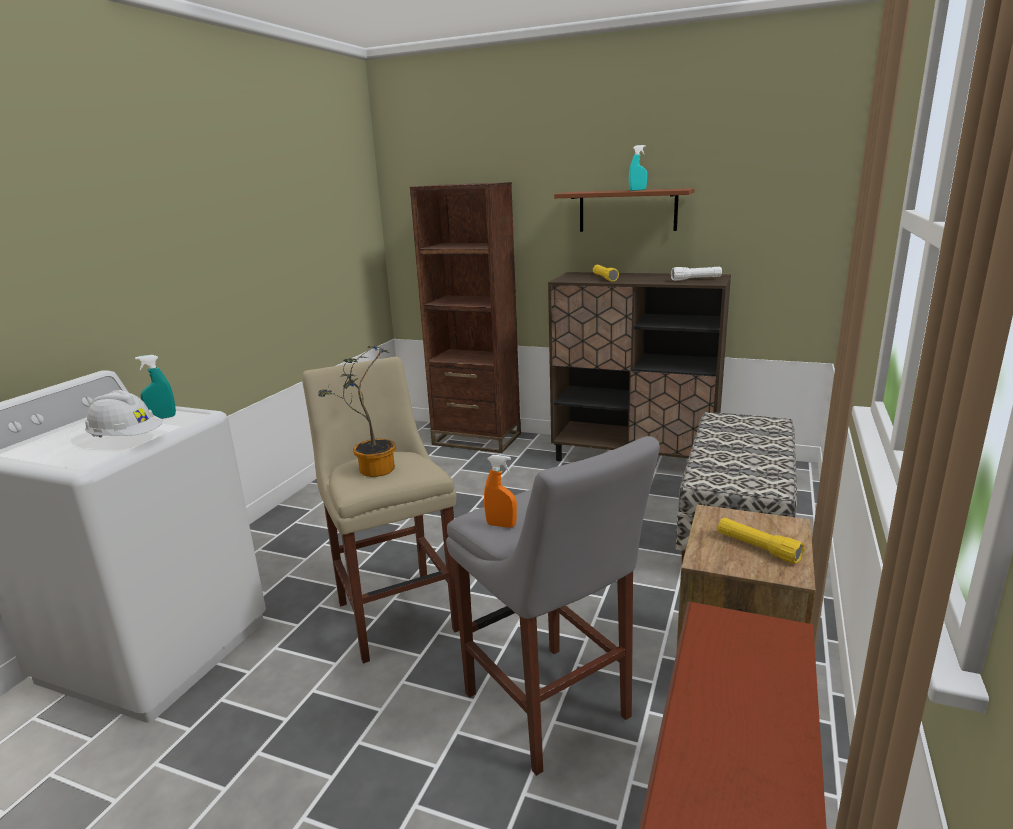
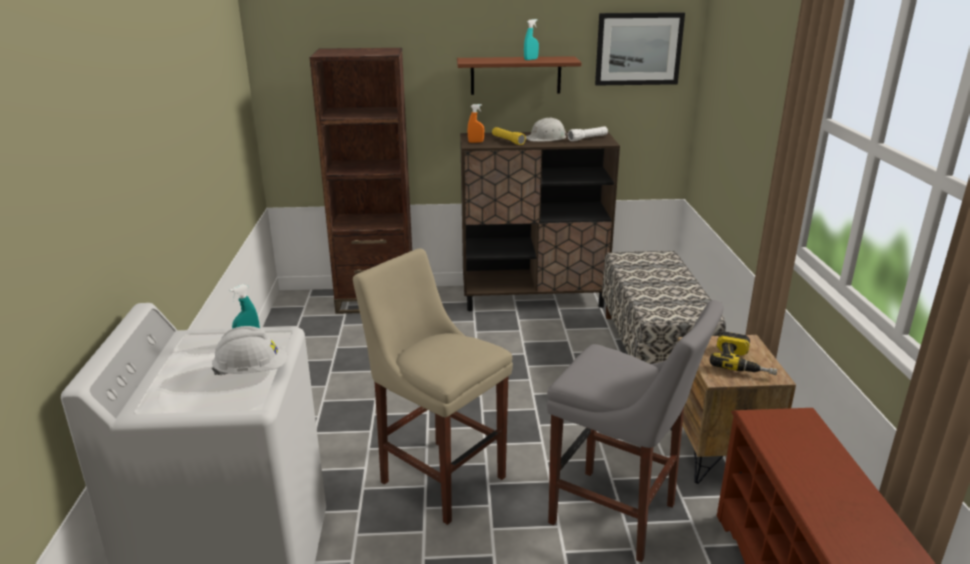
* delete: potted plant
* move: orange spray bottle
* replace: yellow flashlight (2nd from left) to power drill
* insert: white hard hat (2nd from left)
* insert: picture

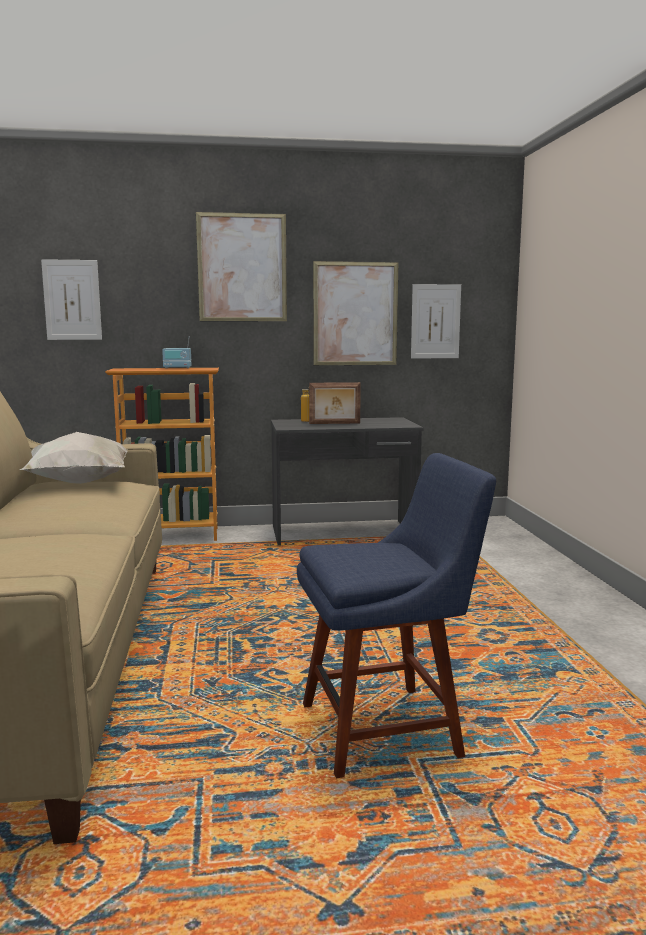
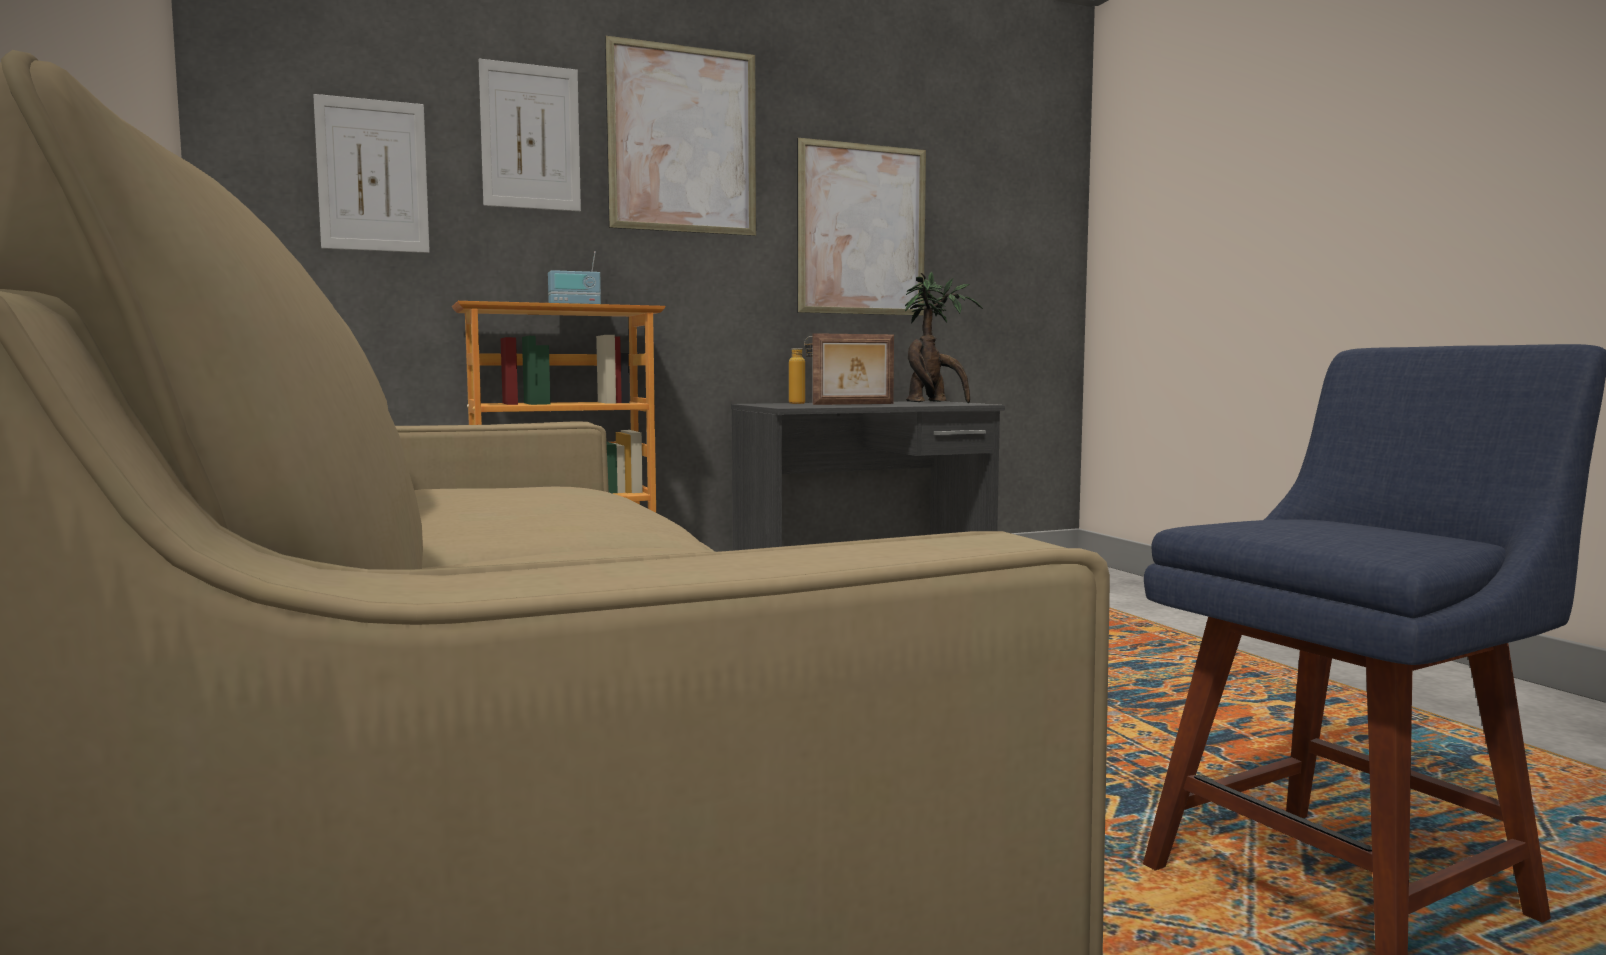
* delete: white pillow
* move: picture (4th from left in the first image) to picture (2nd from left)
* insert: potted plant

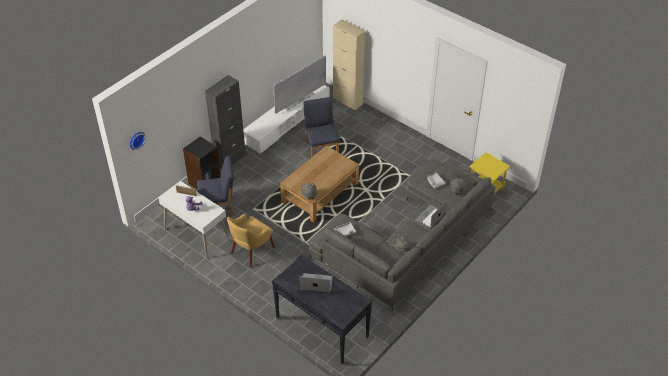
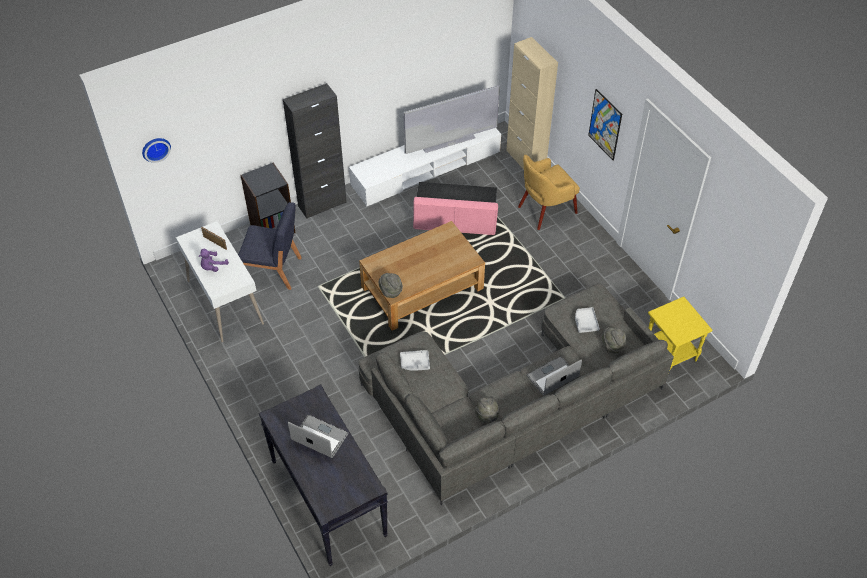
* move: yellow armchair
* replace: blue chair (2nd from left) to pink ottoman
* insert: picture

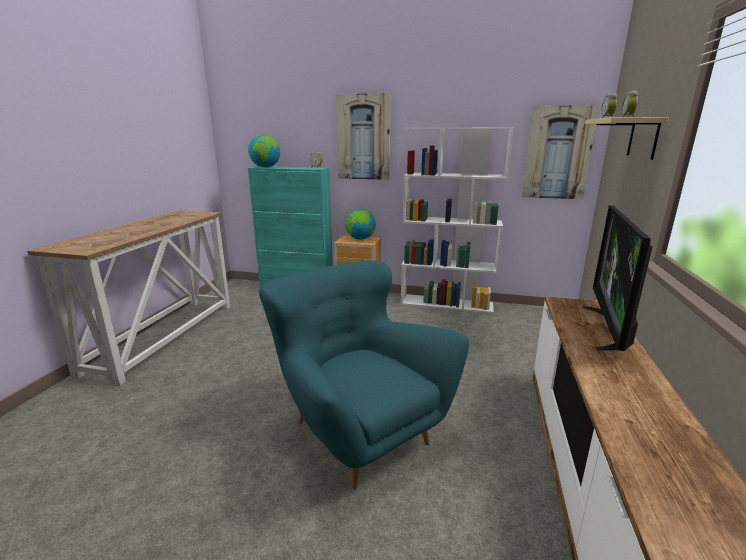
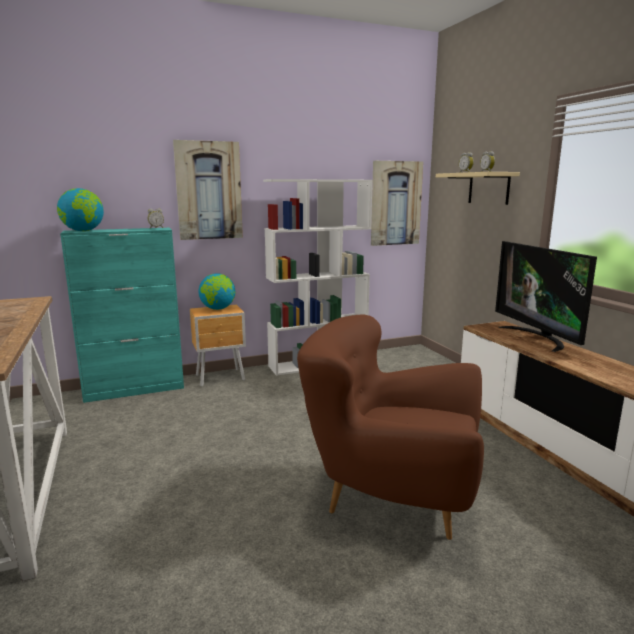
* recolor: turquoise armchair to brown armchair

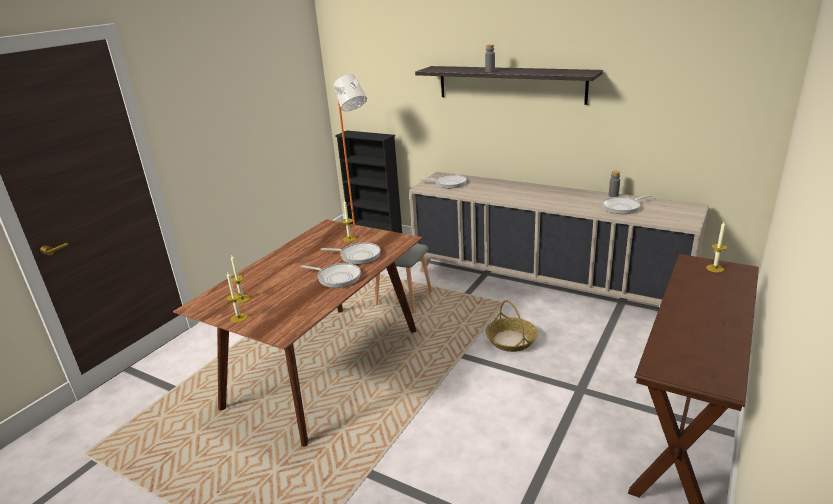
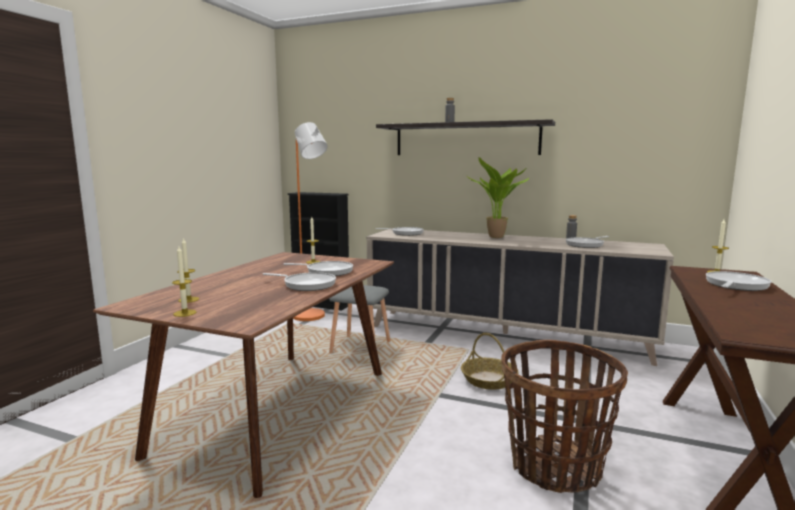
* insert: potted plant
* insert: basket (2nd from left)
* insert: frying pan (5th from left)

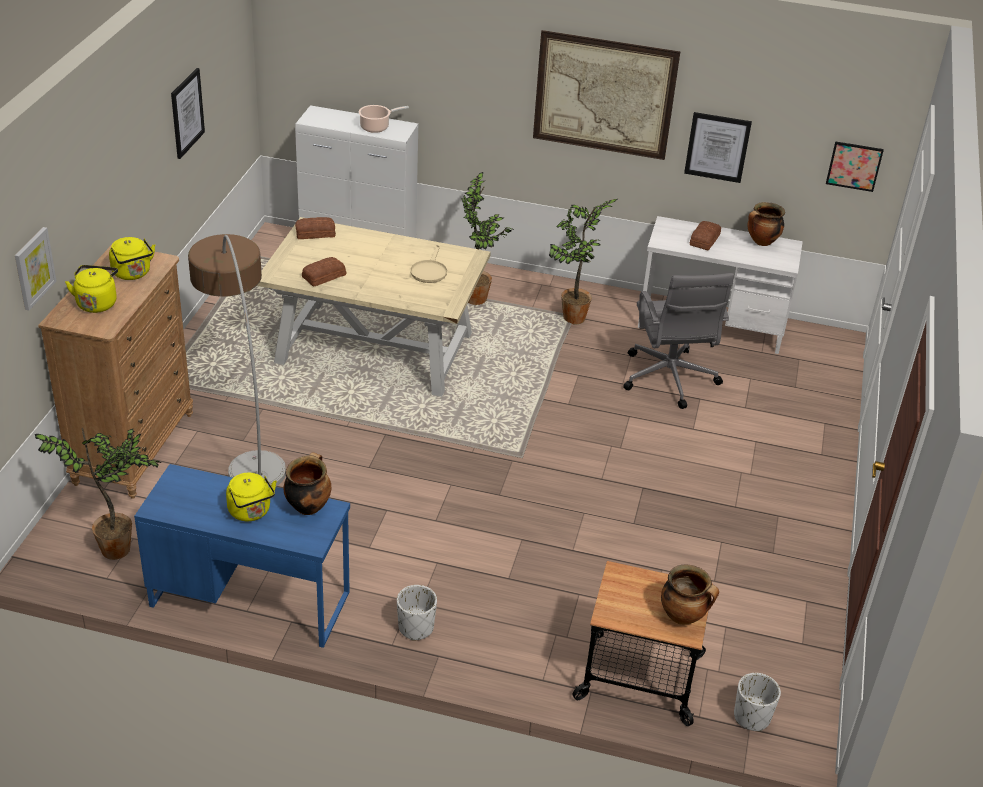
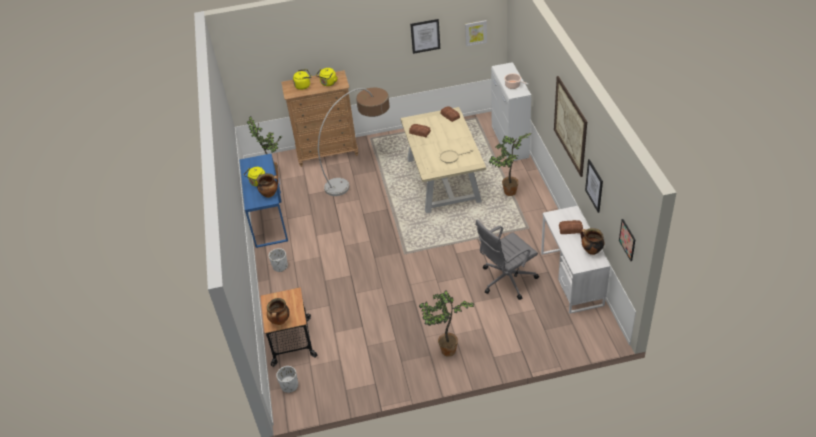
* move: picture (1st from left in the first image) to picture (2nd from left)
* move: potted plant (3rd from left in the first image) to potted plant (2nd from left)

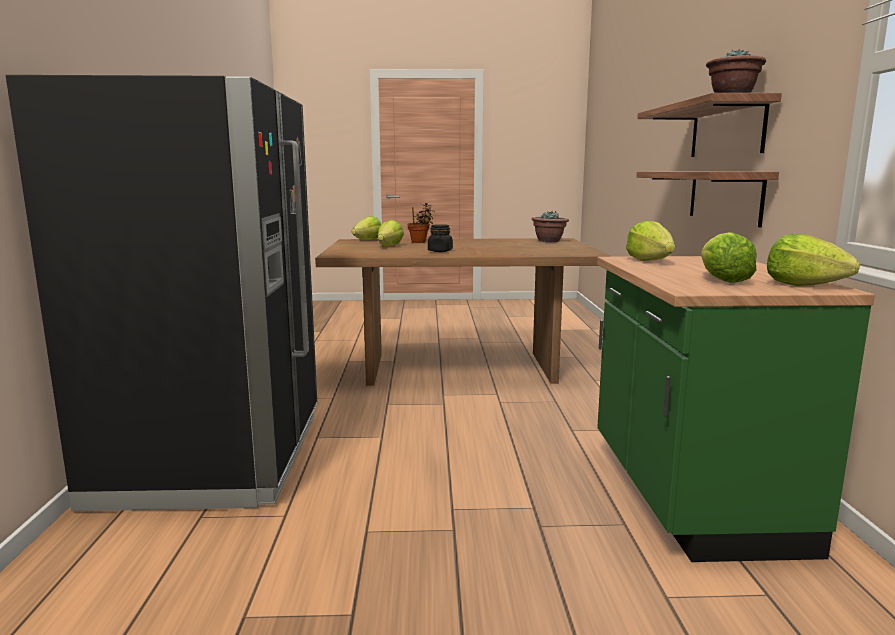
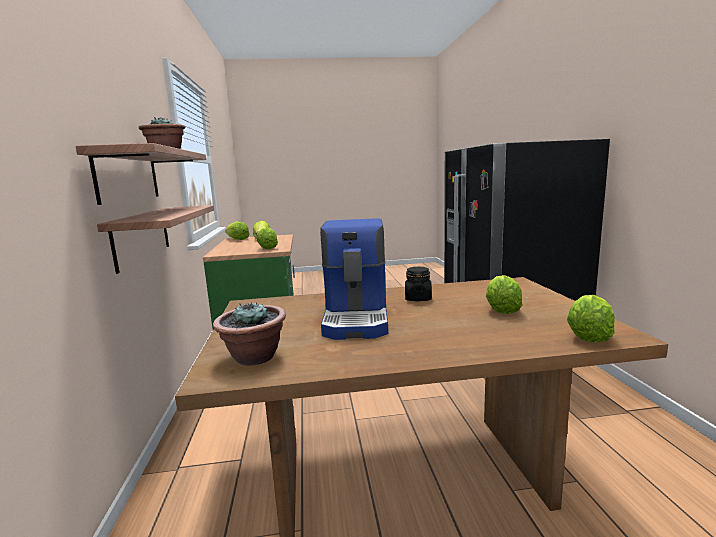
* delete: potted plant (1st from left)
* insert: coffee machine

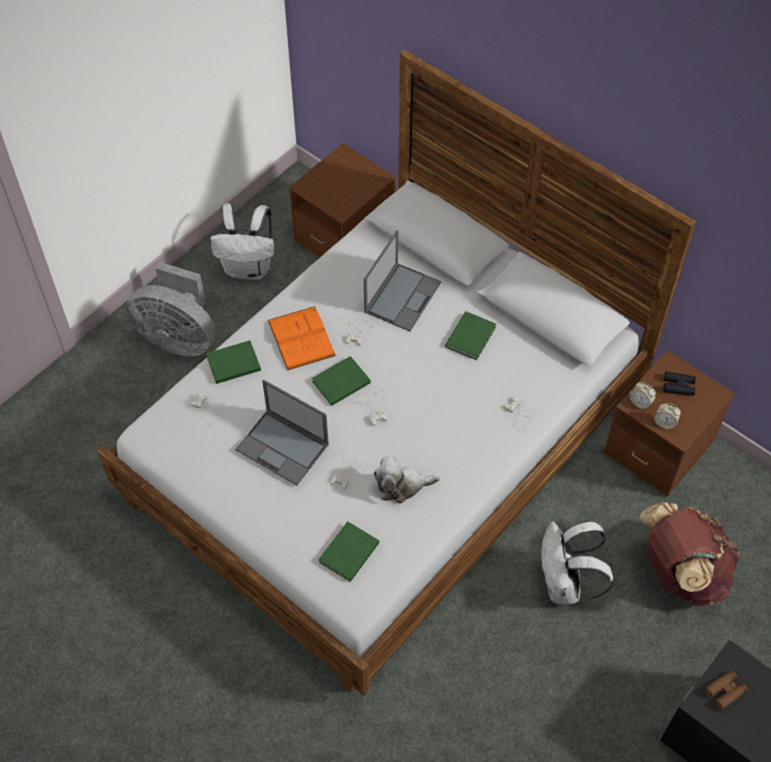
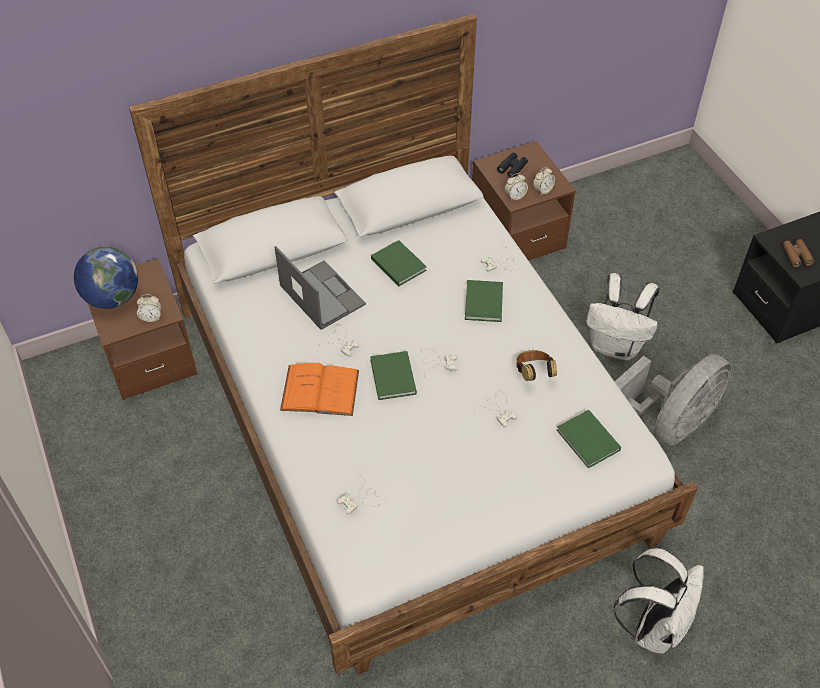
* move: grey fan
* move: green book (1st from left in the first image) to green book (3rd from left)
* move: white backpack (1st from left in the first image) to white backpack (2nd from left)
* delete: laptop (1st from left)
* replace: plush toy to headphones
* delete: brown backpack
* insert: globe
* insert: alarm clock (1st from left)

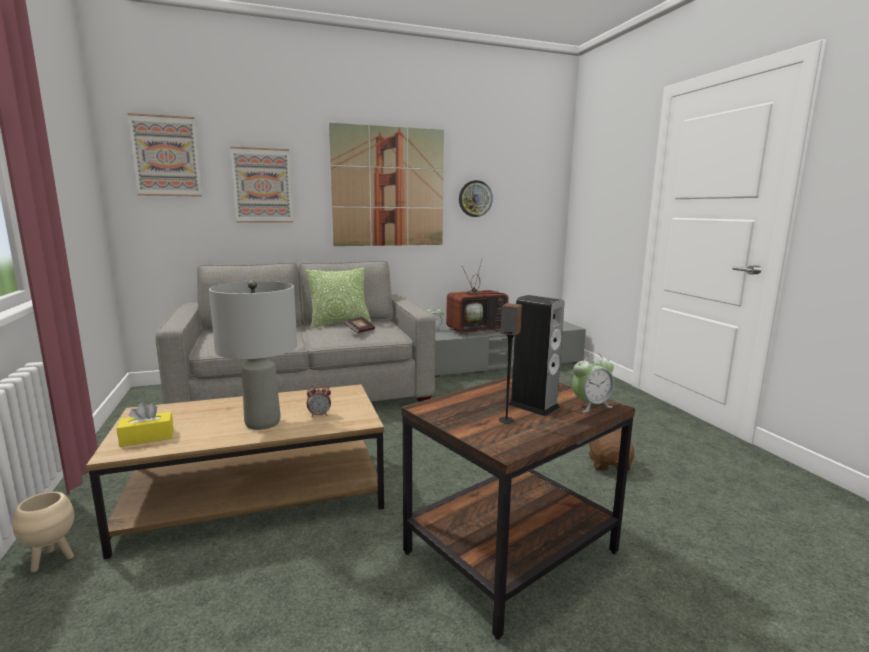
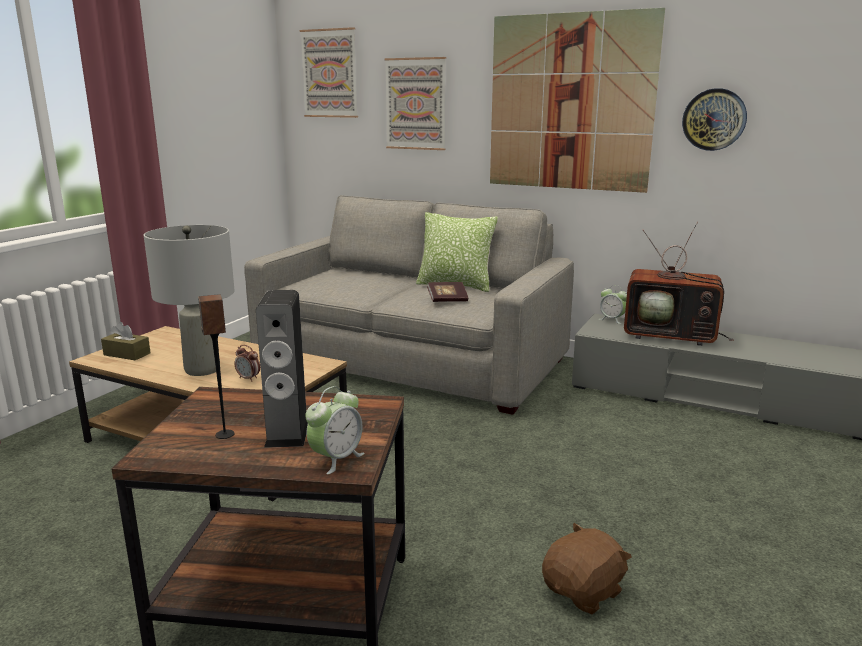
* delete: beige planter
* recolor: yellow tissue box to brown tissue box
* rotate: alarm clock (3rd from left in the first image) 75 degrees counterclockwise

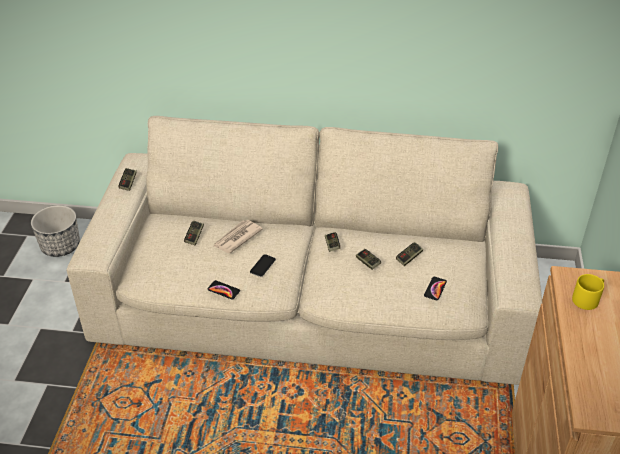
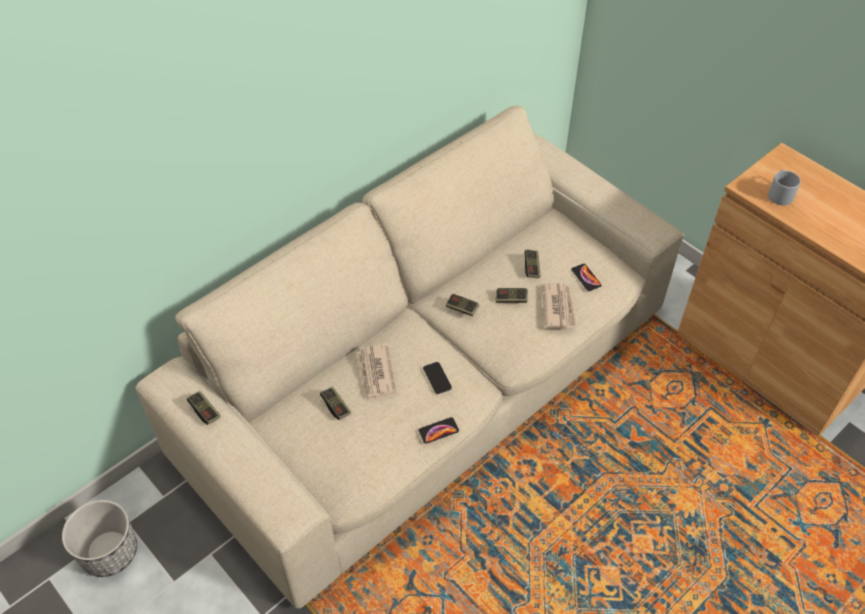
* recolor: yellow mug to grey mug
* insert: newspaper (2nd from left)

